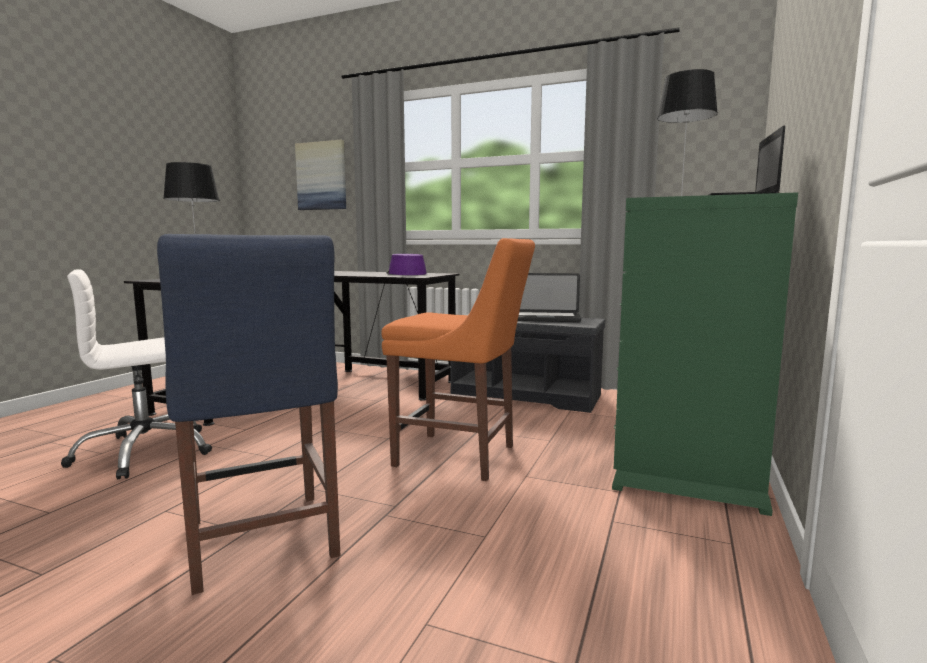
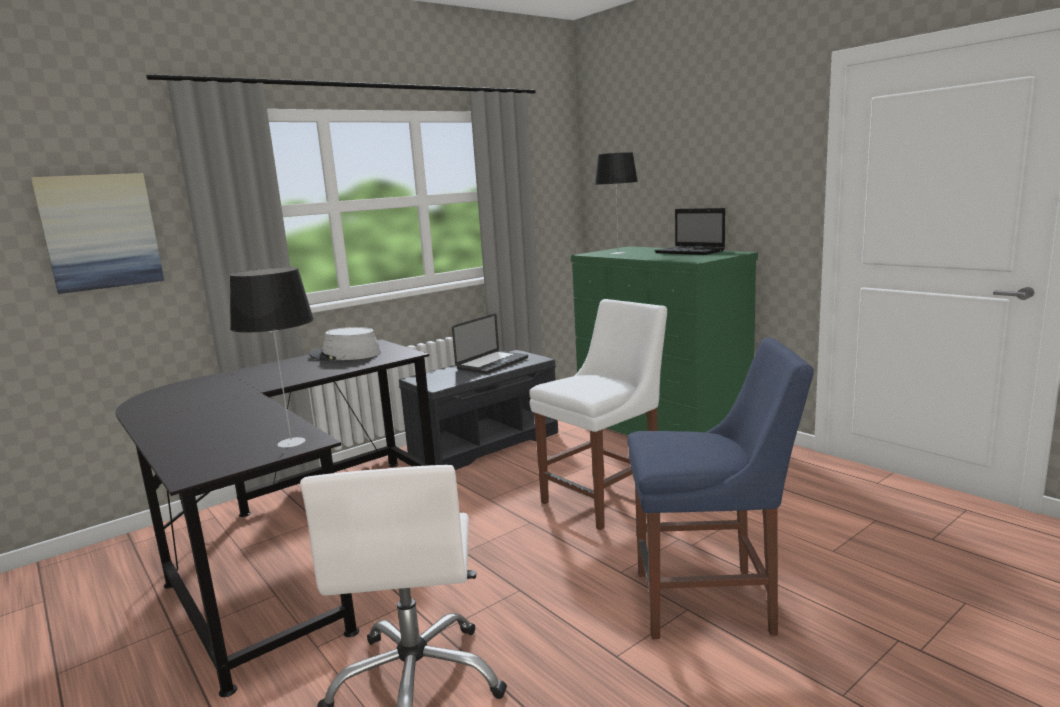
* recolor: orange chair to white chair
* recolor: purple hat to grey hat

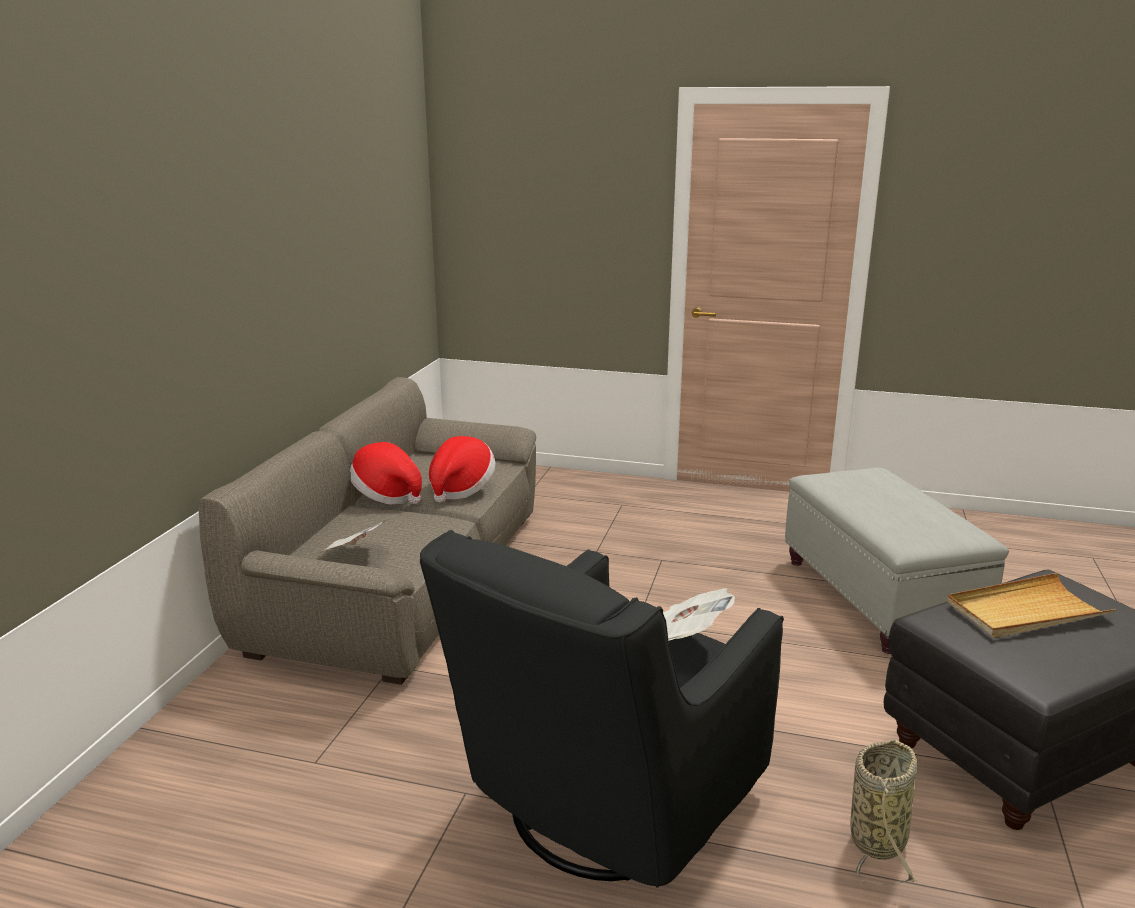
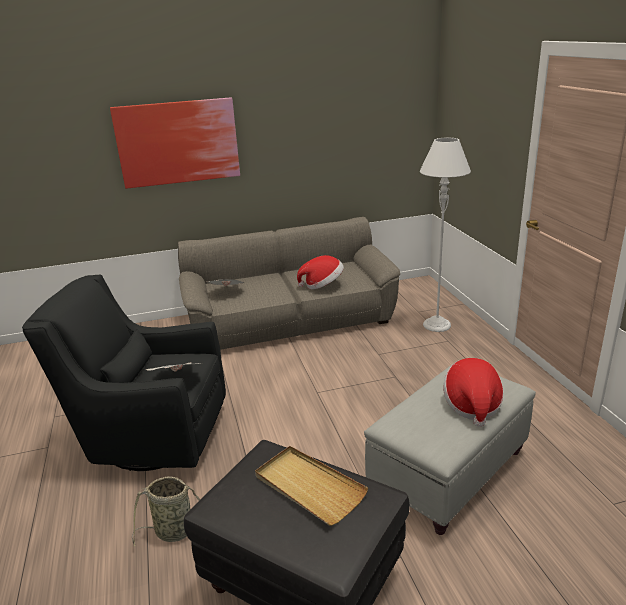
* move: hat (1st from left in the first image) to hat (2nd from left)
* insert: picture
* insert: grey floor lamp

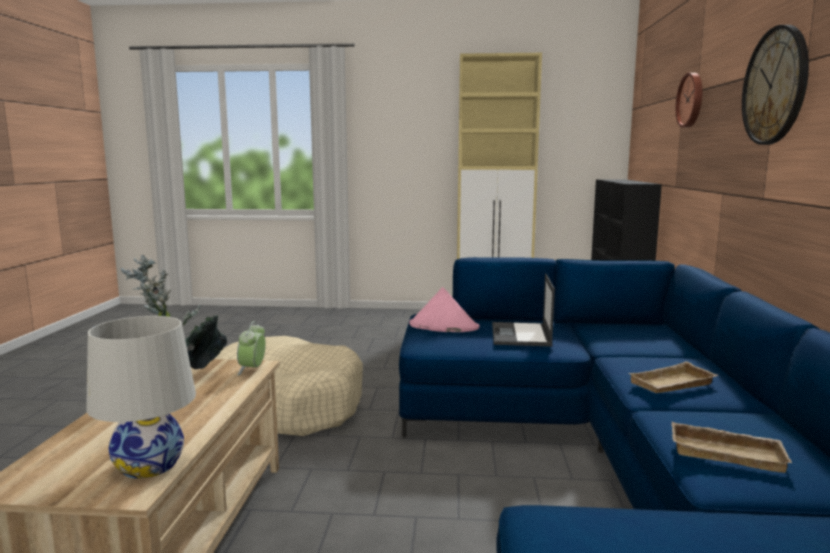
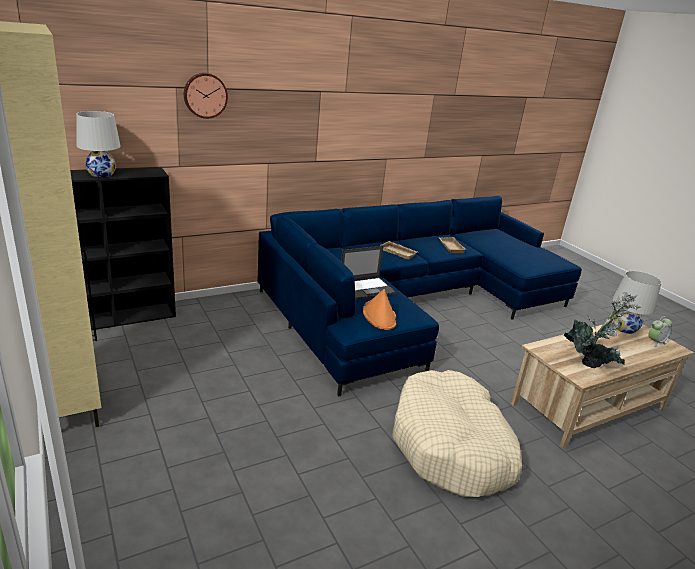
* move: alarm clock
* recolor: pink hat to orange hat
* delete: wall clock (2nd from left)
* insert: white table lamp (1st from left)

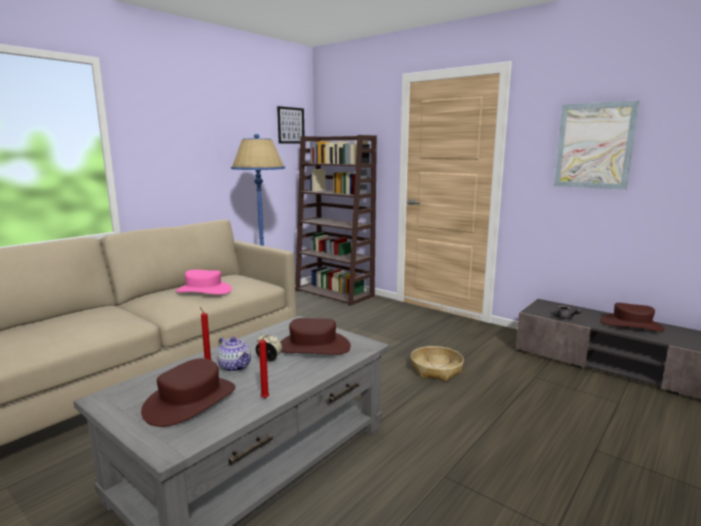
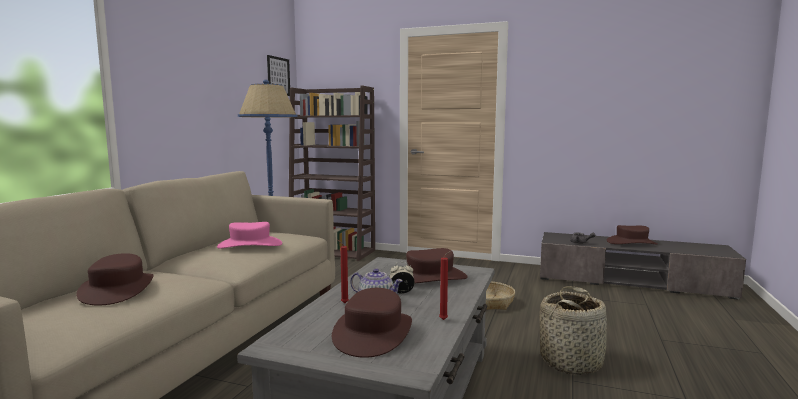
* delete: picture (2nd from left)
* insert: brown hat (1st from left)
* insert: basket (2nd from left)

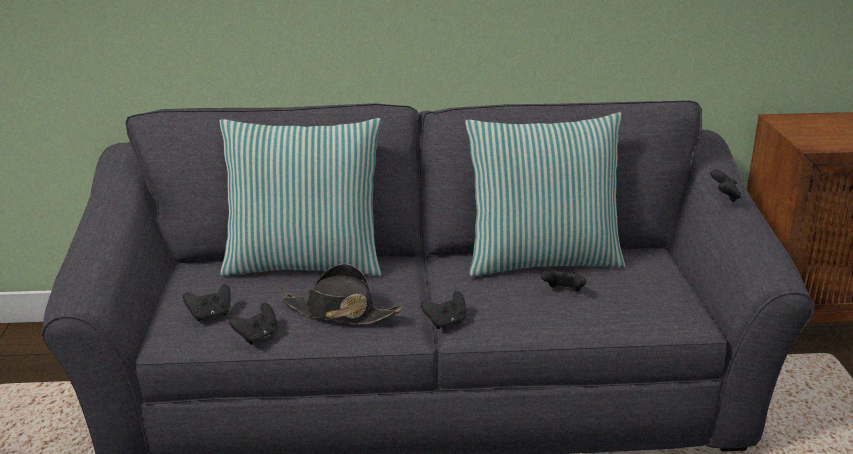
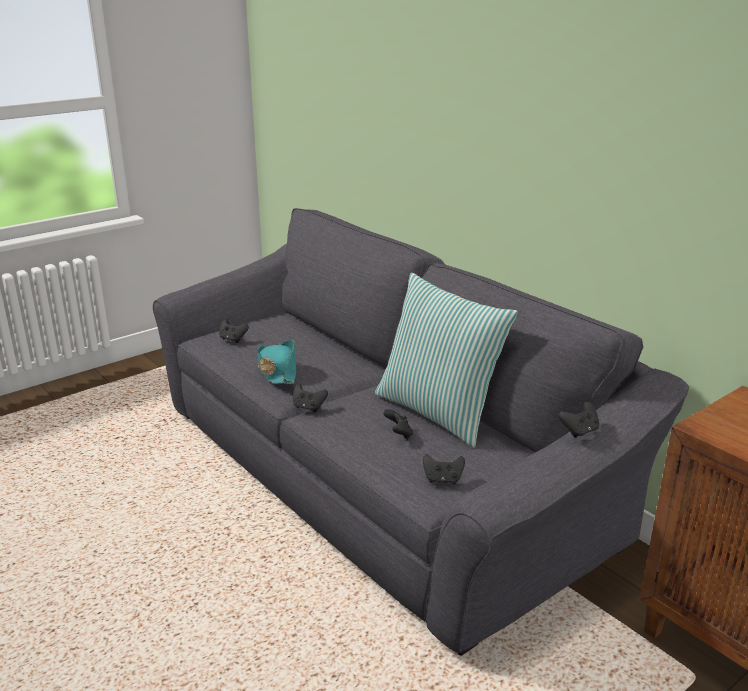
* delete: pillow (1st from left)
* move: black game controller (2nd from left in the first image) to black game controller (4th from left)
* recolor: black hat to turquoise hat

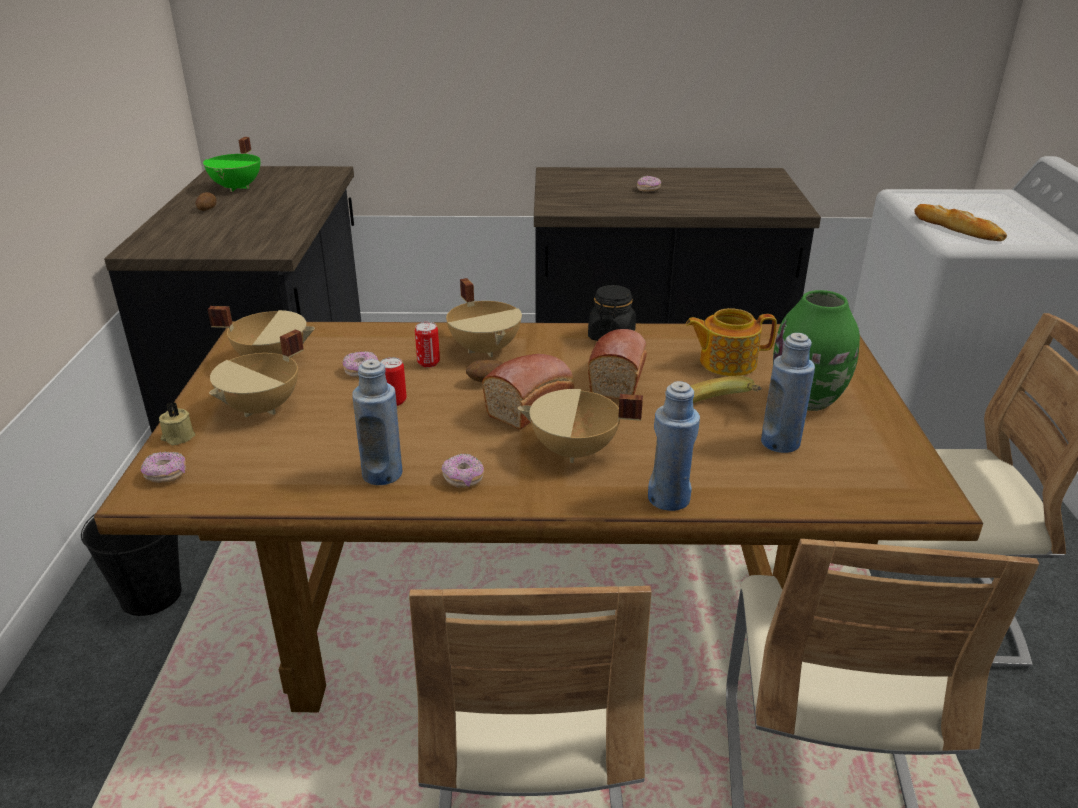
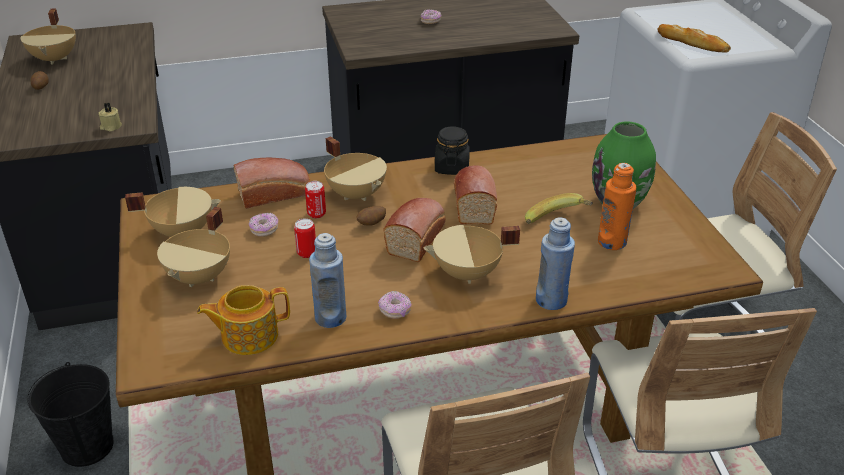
* delete: donut (1st from left)
* move: beige candle
* recolor: green cooking pot to beige cooking pot (1st from left)
* move: teapot
* recolor: blue bottle (3rd from left) to orange bottle
* insert: bread (1st from left)

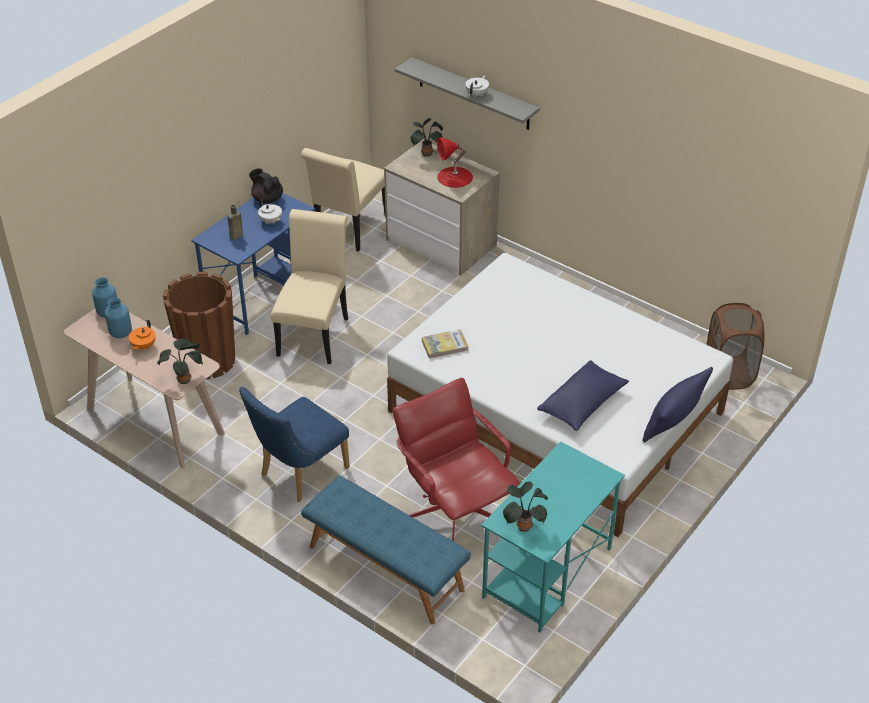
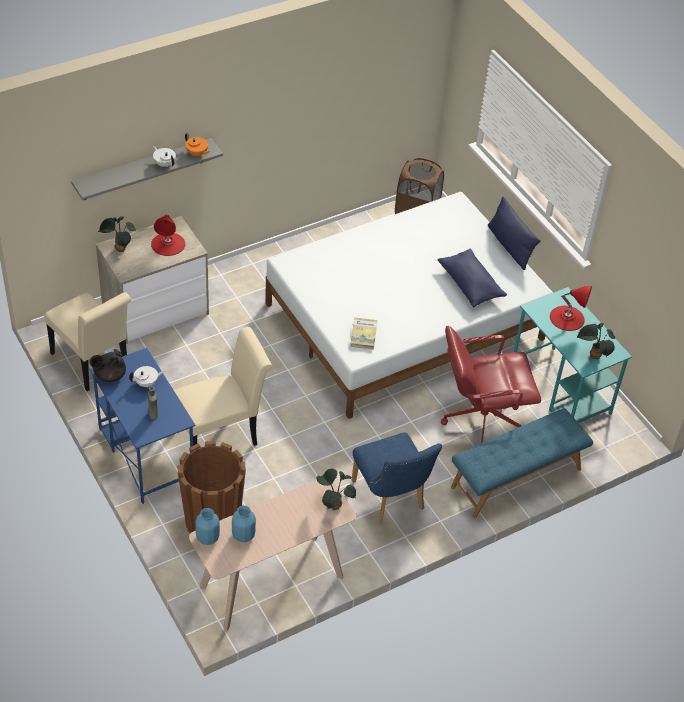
* move: orange teapot
* rotate: beige chair (1st from left in the first image) 120 degrees clockwise
* insert: red table lamp (2nd from left)

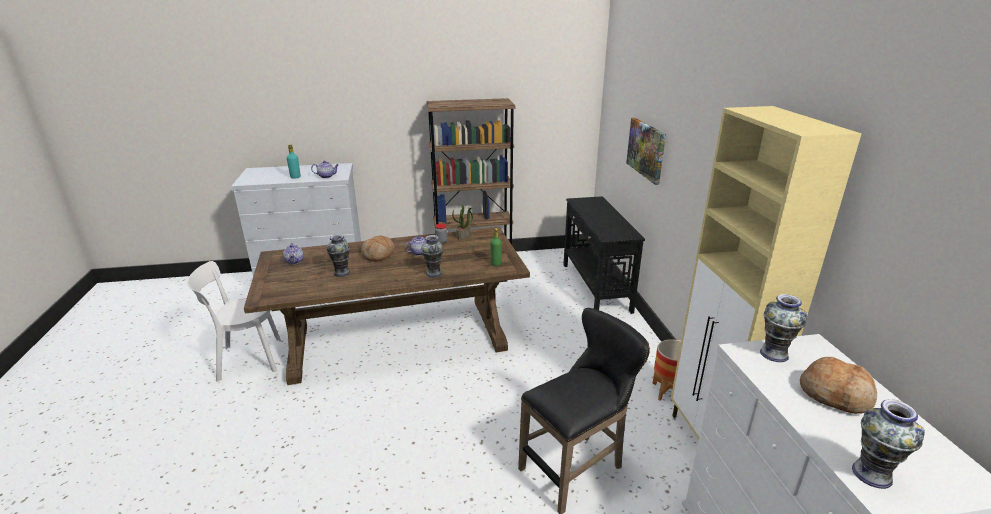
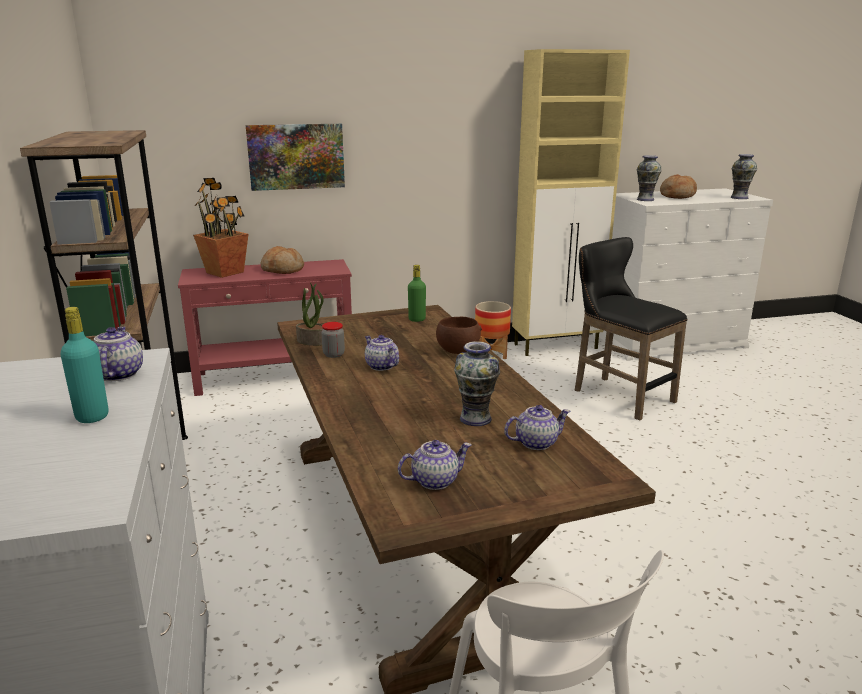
* move: bread (1st from left)
* replace: vase (2nd from left) to brown bowl
* recolor: black console table to red console table
* insert: potted plant (1st from left)
* insert: teapot (4th from left)

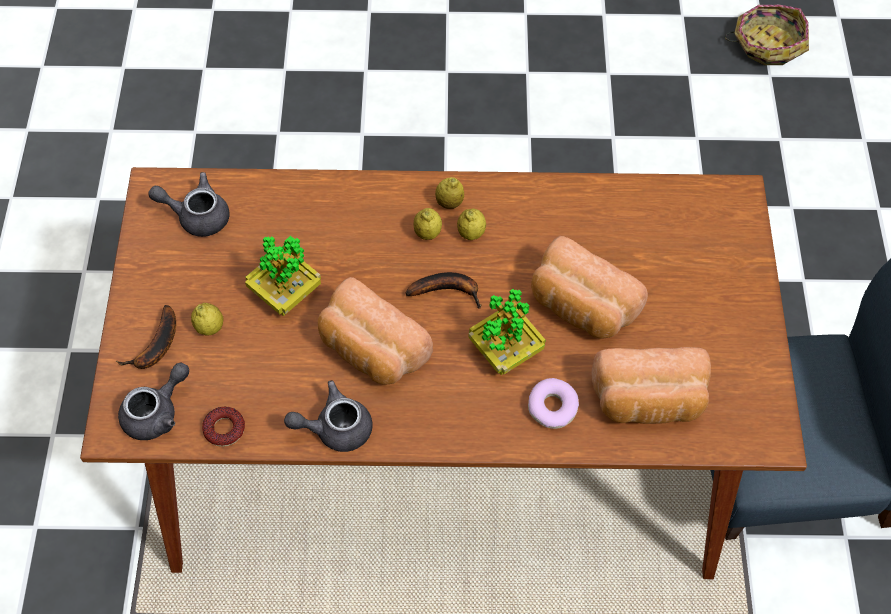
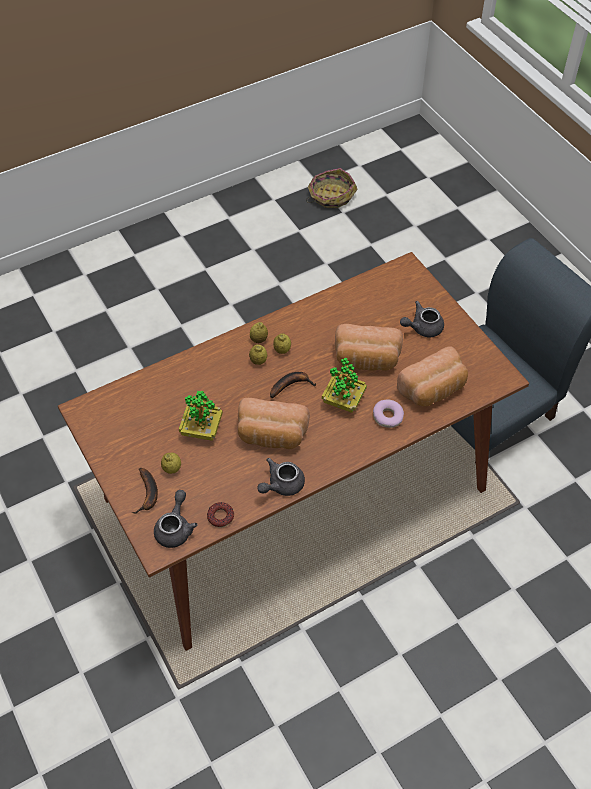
* move: grey teapot (2nd from left in the first image) to grey teapot (3rd from left)

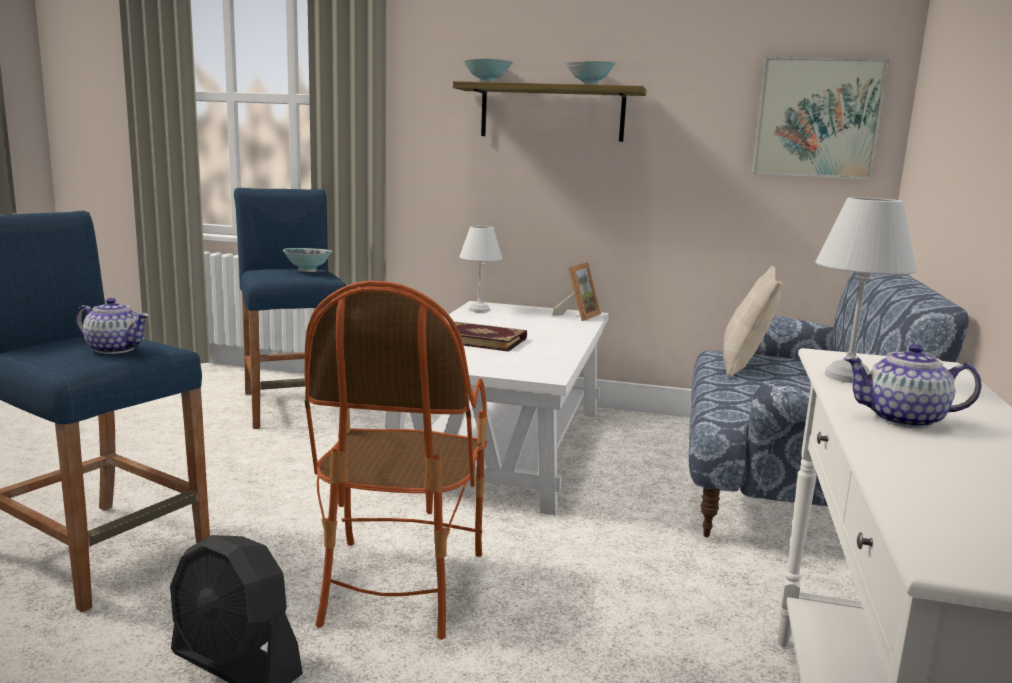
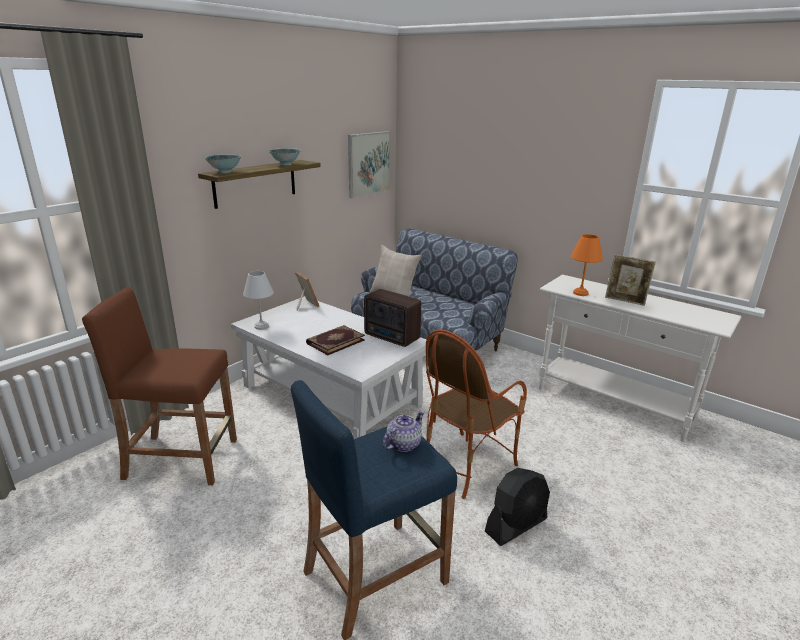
* recolor: blue stool (2nd from left) to brown stool
* delete: bowl (1st from left)
* rotate: armchair 105 degrees clockwise
* recolor: white table lamp (2nd from left) to orange table lamp
* replace: teapot (2nd from left) to picture frame (2nd from left)
* insert: radio

